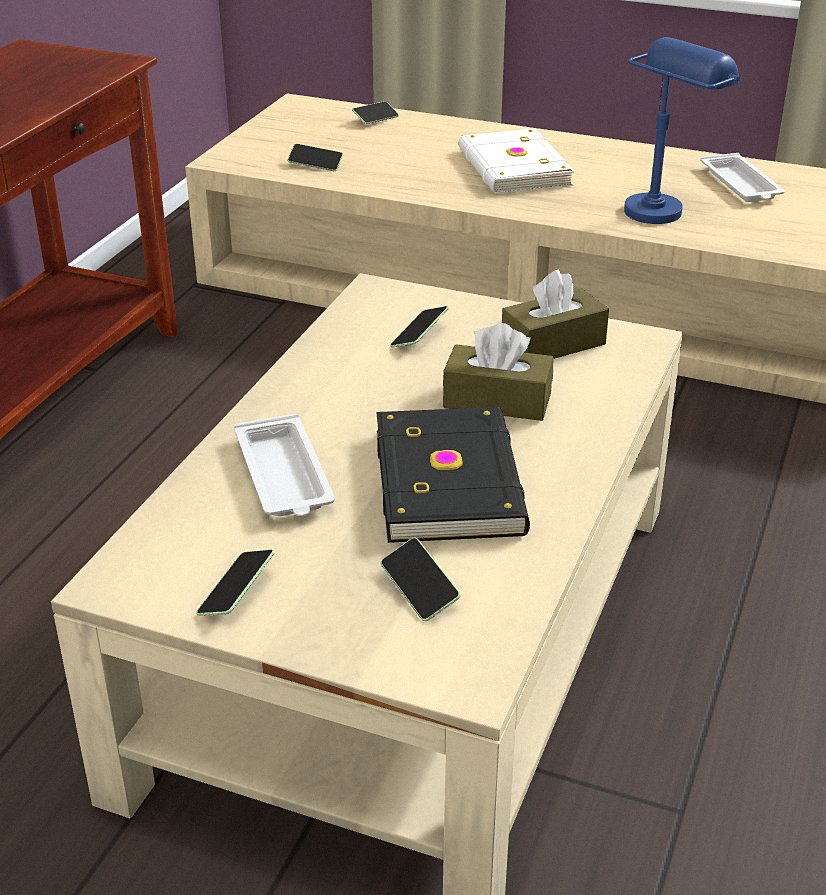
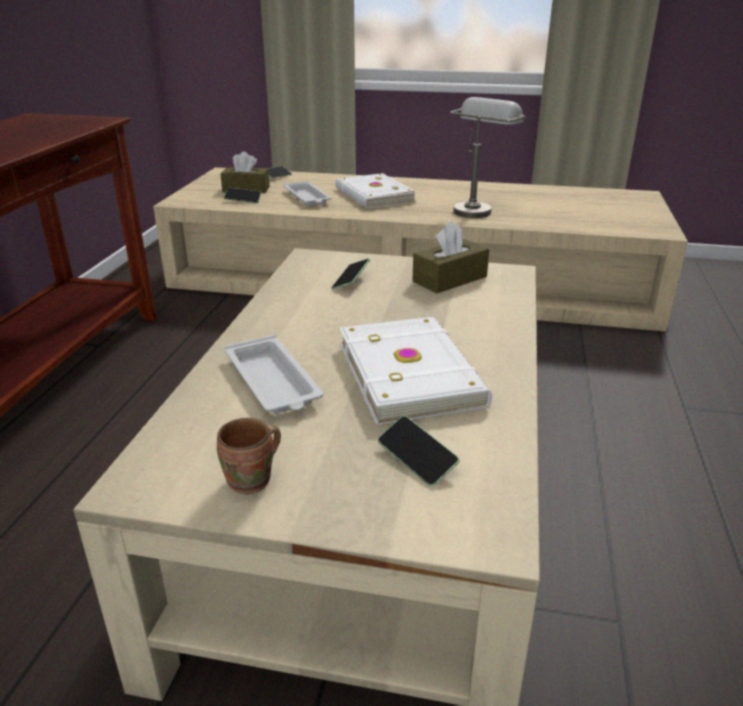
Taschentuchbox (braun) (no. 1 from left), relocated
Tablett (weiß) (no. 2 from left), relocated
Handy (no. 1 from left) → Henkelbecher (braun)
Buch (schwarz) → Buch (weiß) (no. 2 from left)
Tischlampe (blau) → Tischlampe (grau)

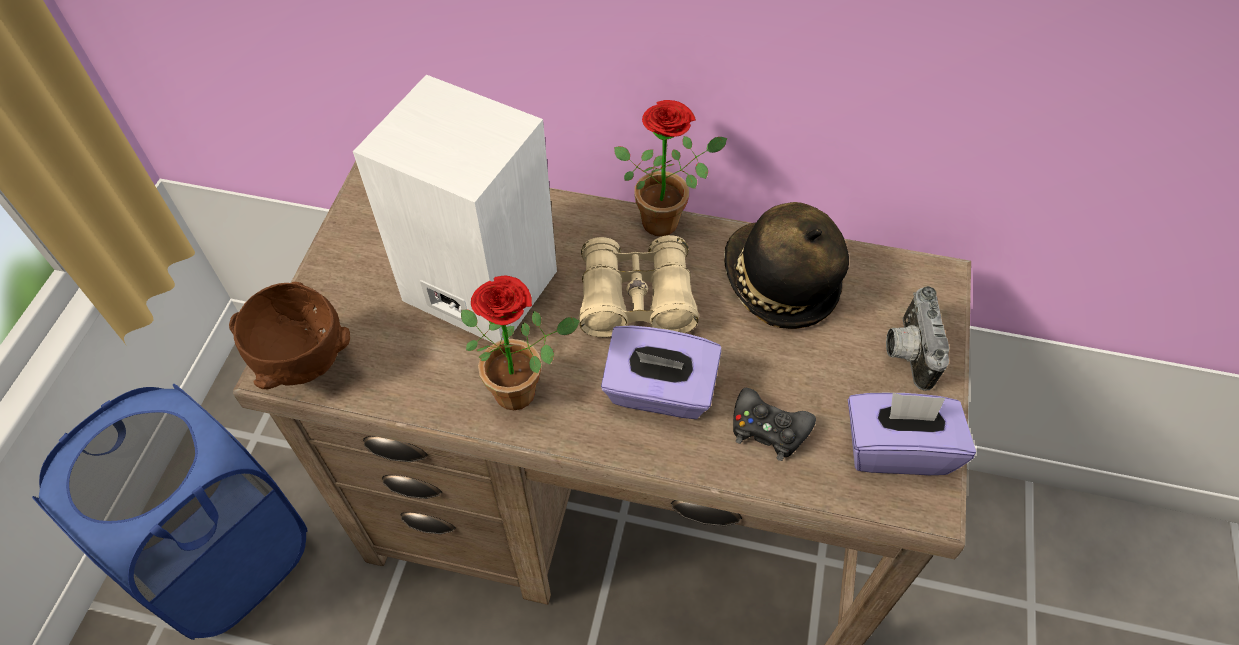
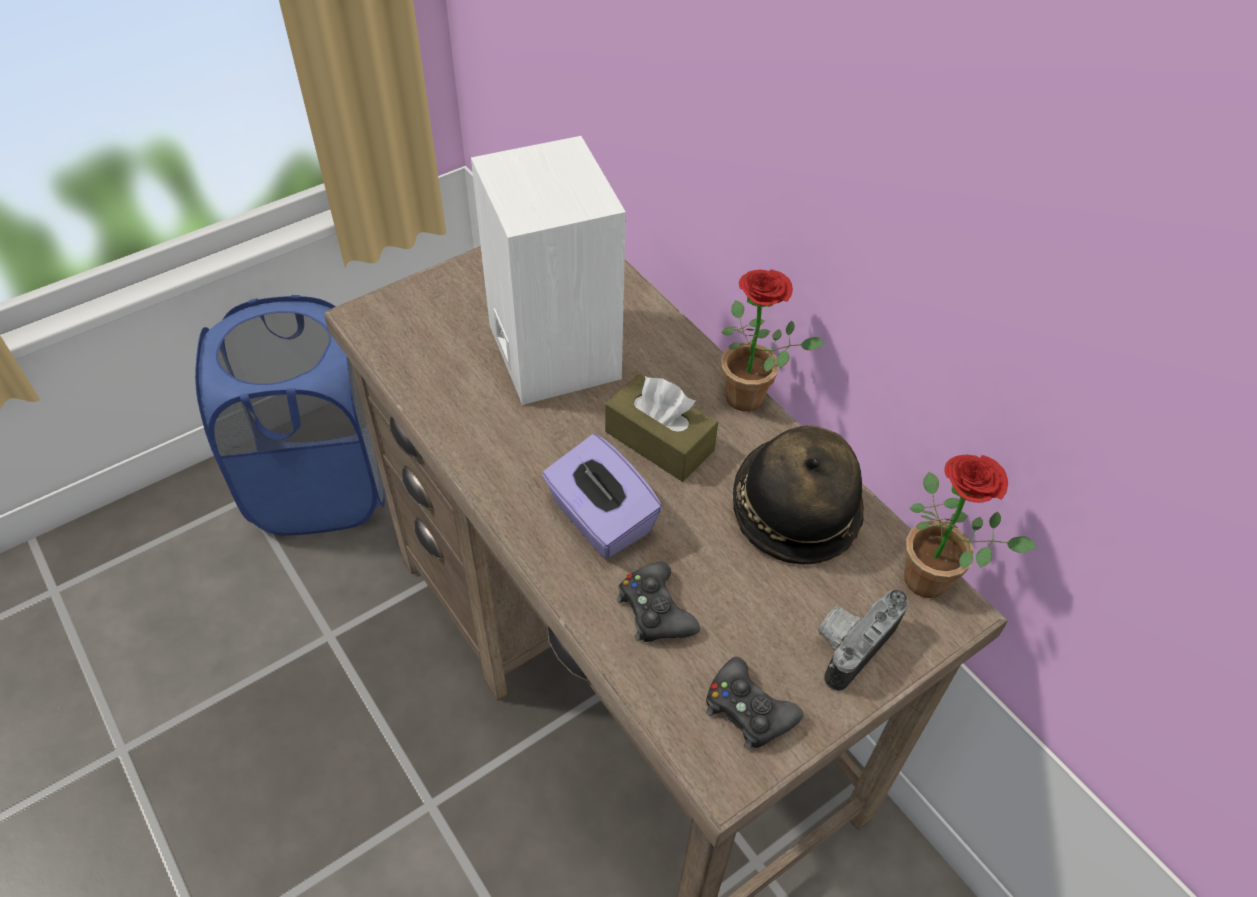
Schüssel (braun) → -
Topfpflanze (no. 1 from left in the first image) → Topfpflanze (no. 2 from left), relocated
Fernglas (beige) → Taschentuchbox (braun)
Taschentuchbox (lila) (no. 2 from left) → Gamepad (schwarz) (no. 2 from left)

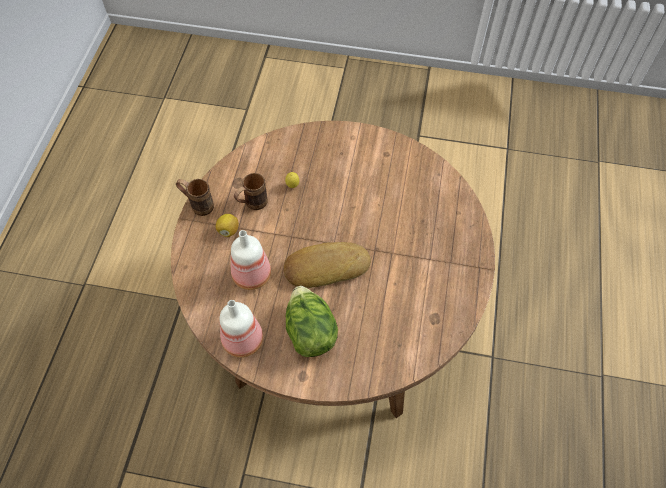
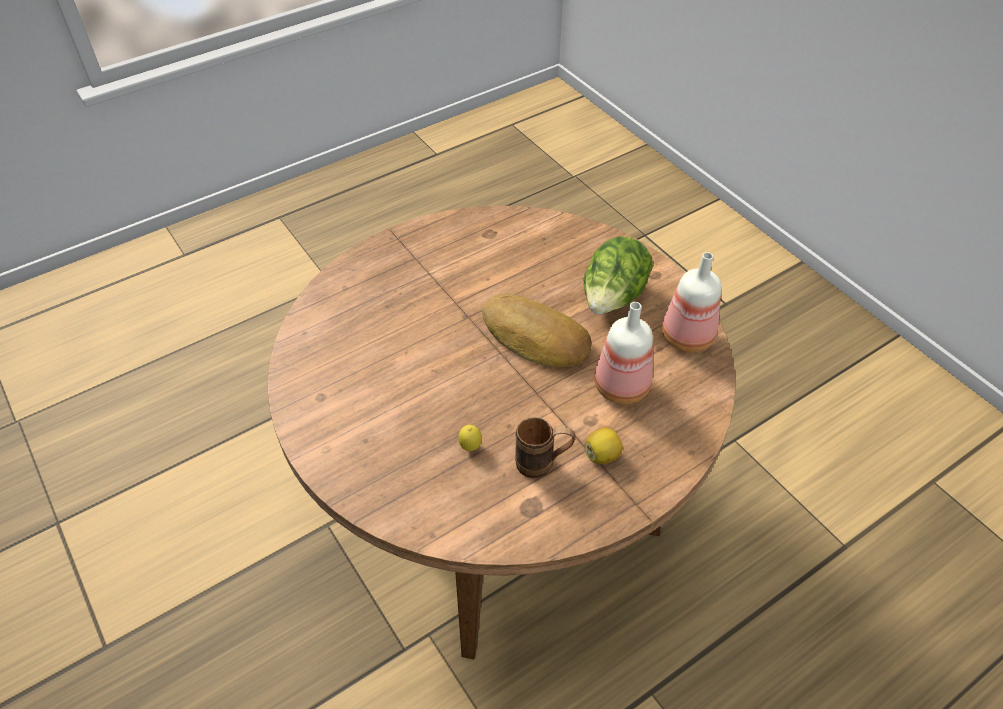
Henkelbecher (braun) (no. 1 from left) → -

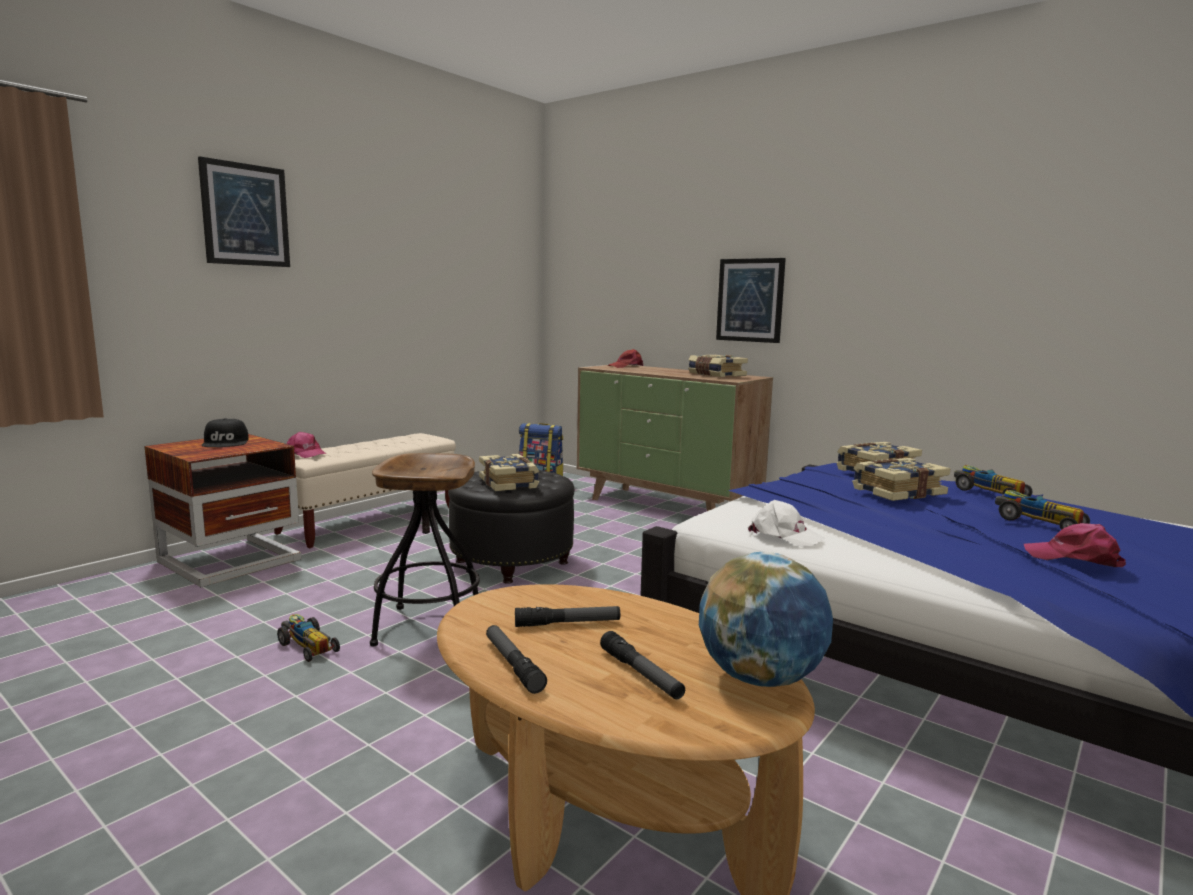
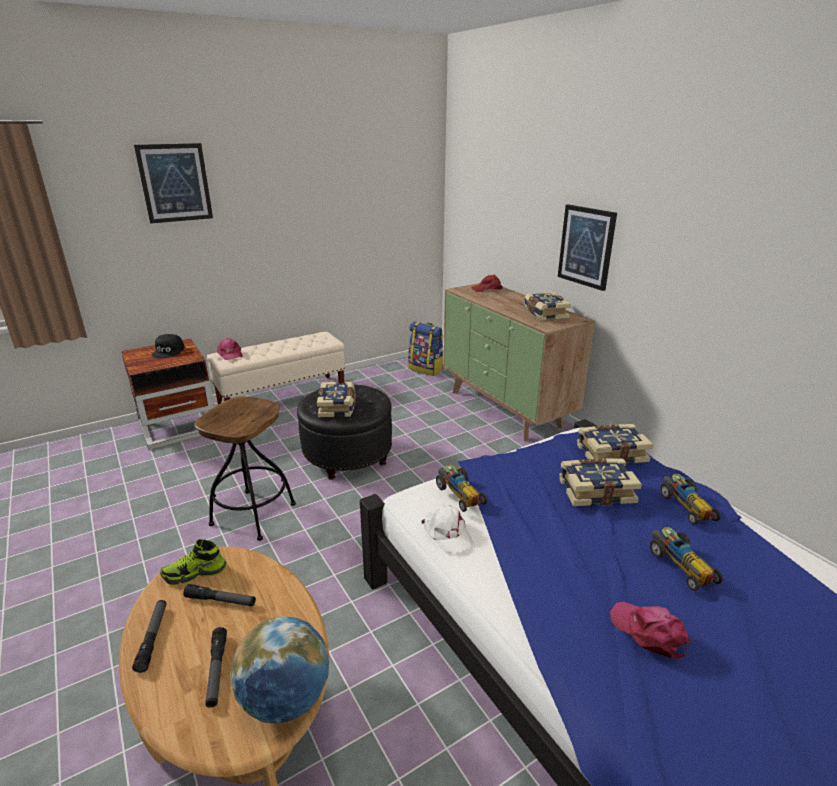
- → Schuh
Spielzeugauto (no. 1 from left), relocated

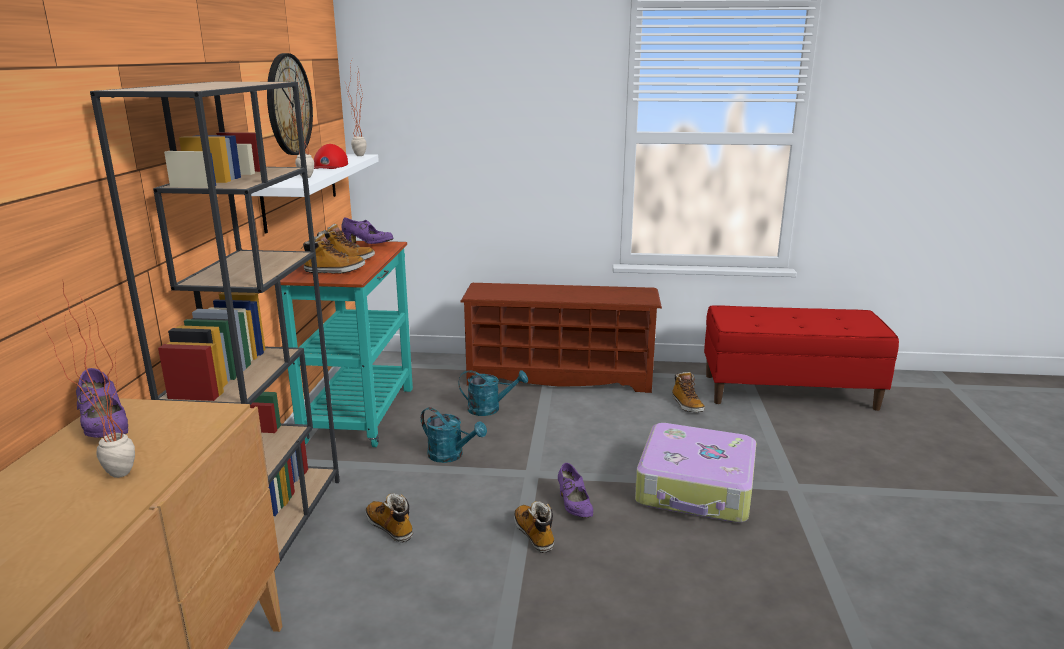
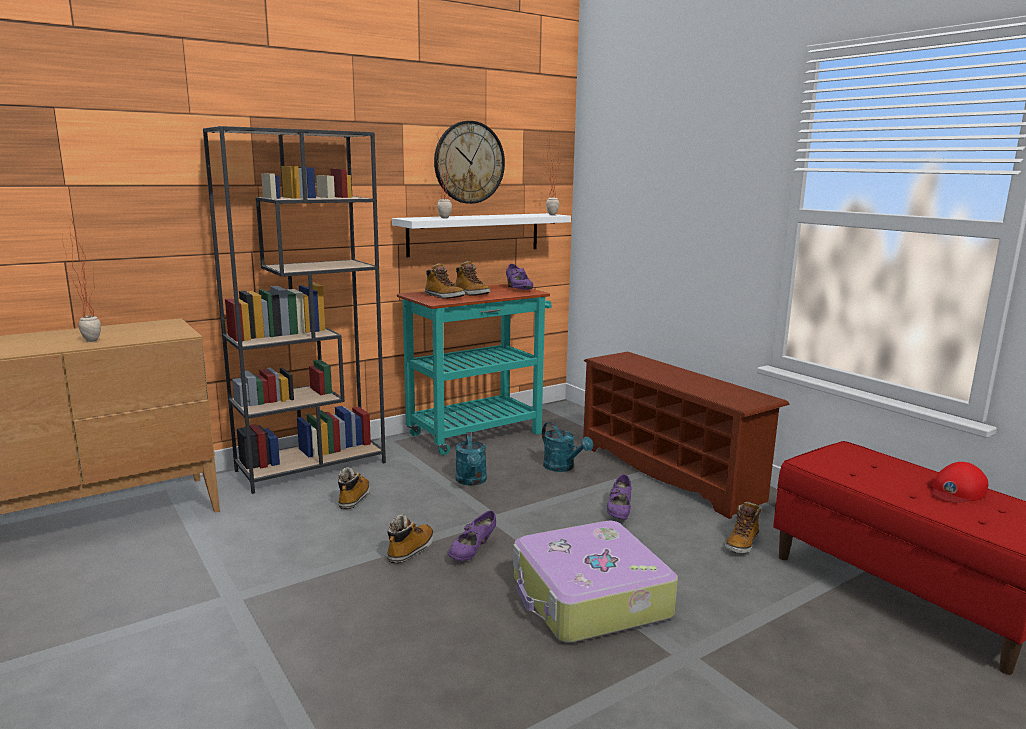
Schuh (lila) (no. 1 from left in the first image) → Schuh (lila) (no. 3 from left), relocated
Kappe (rot), relocated

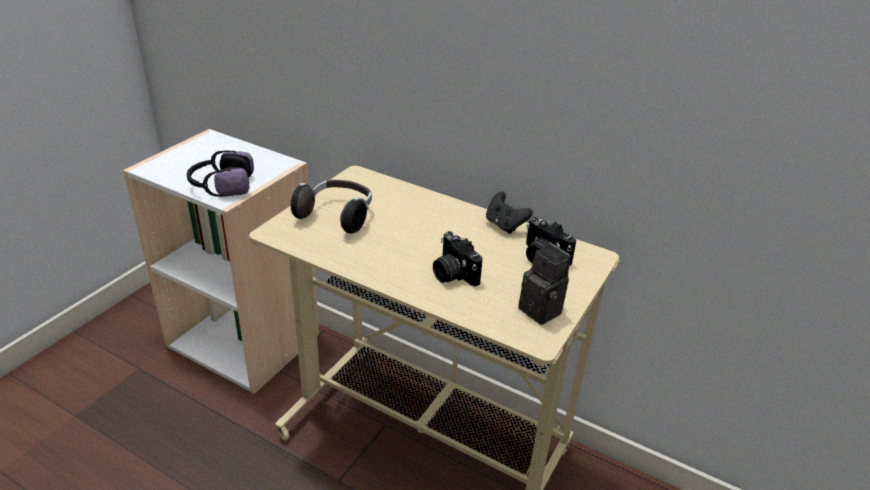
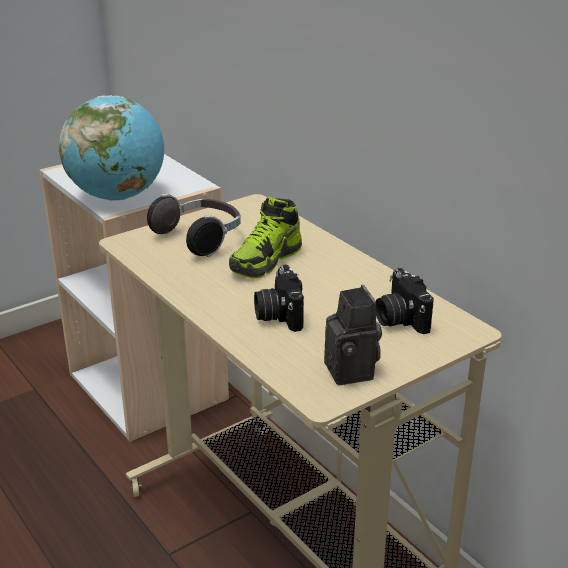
Gamepad (schwarz) → -
- → Schuh
Kopfhörer (no. 1 from left) → Globus

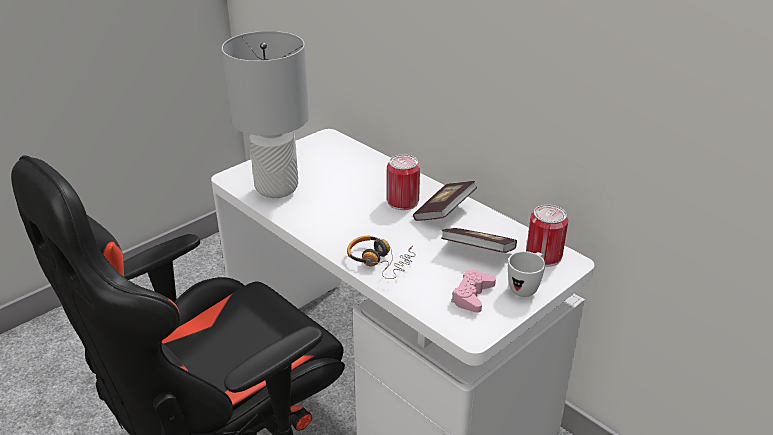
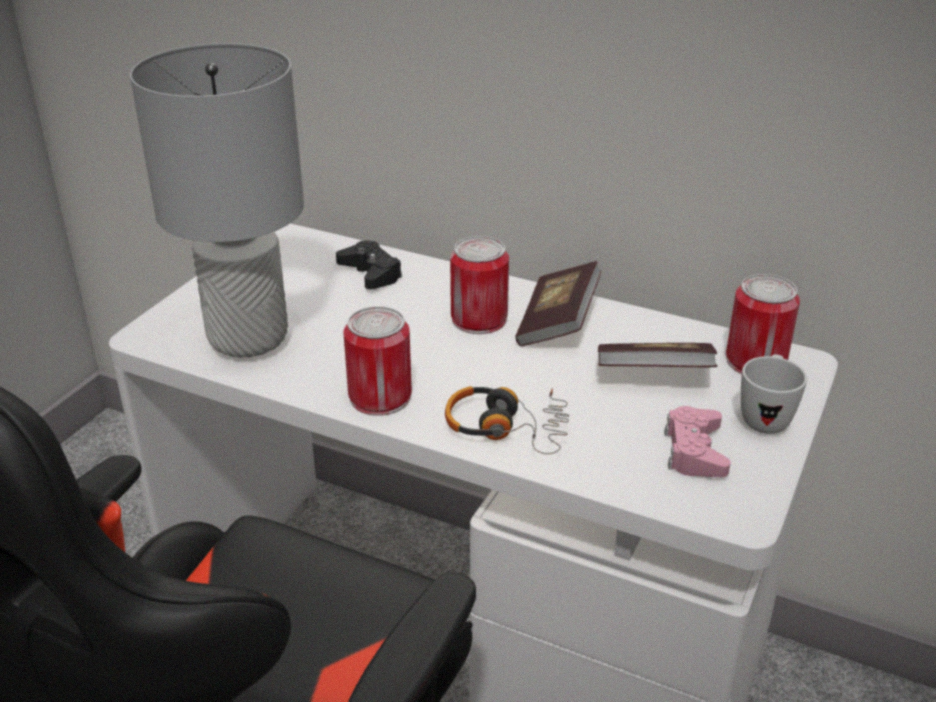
- → Gamepad (schwarz)
- → Dose (no. 1 from left)

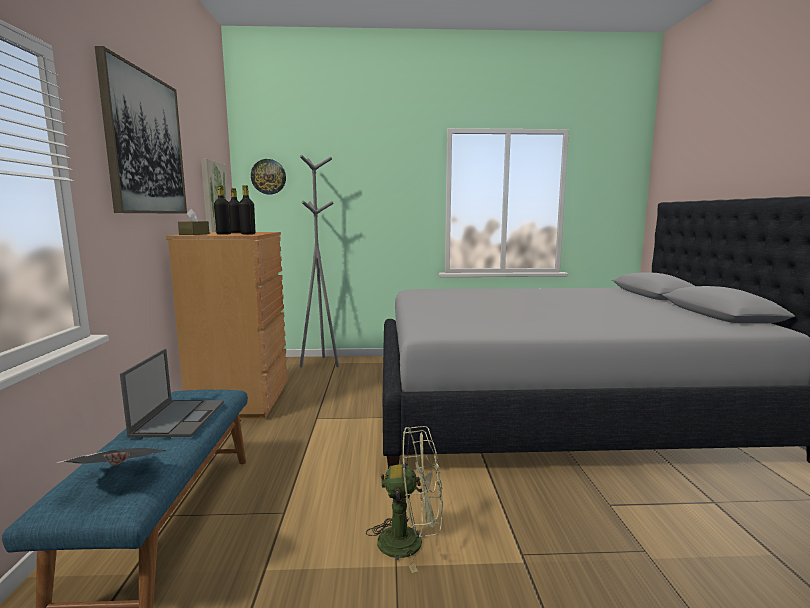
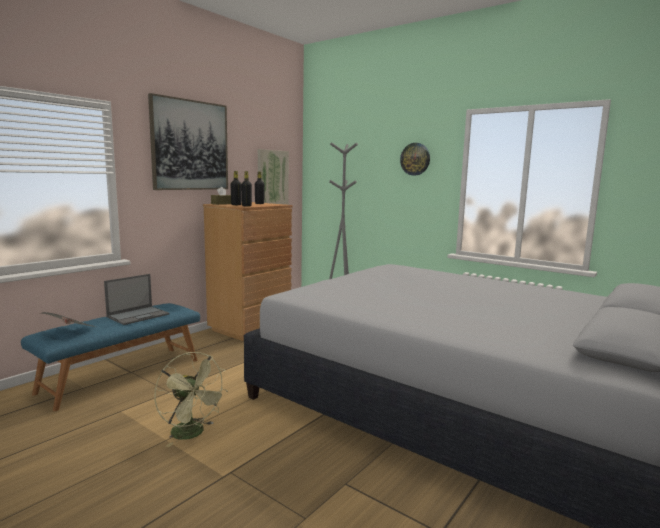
Wanduhr, relocated

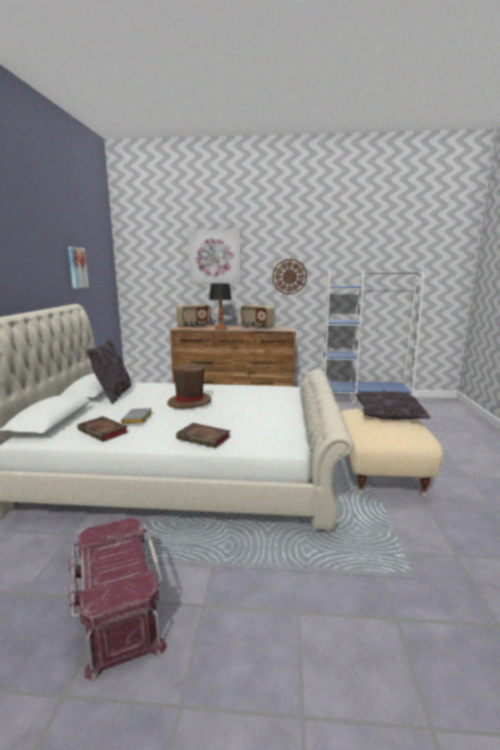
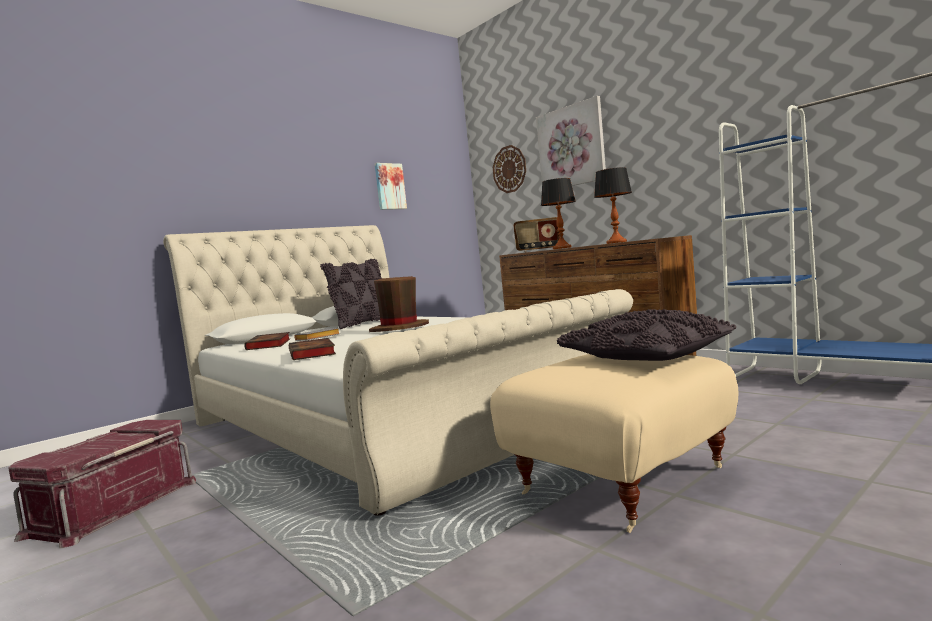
Wanduhr, relocated
Radio (no. 2 from left) → Tischlampe (no. 2 from left)

